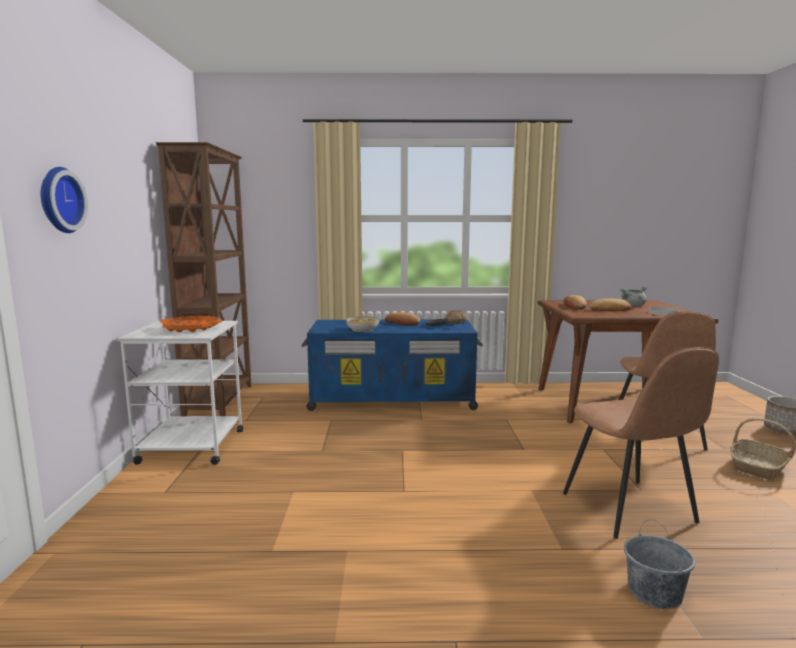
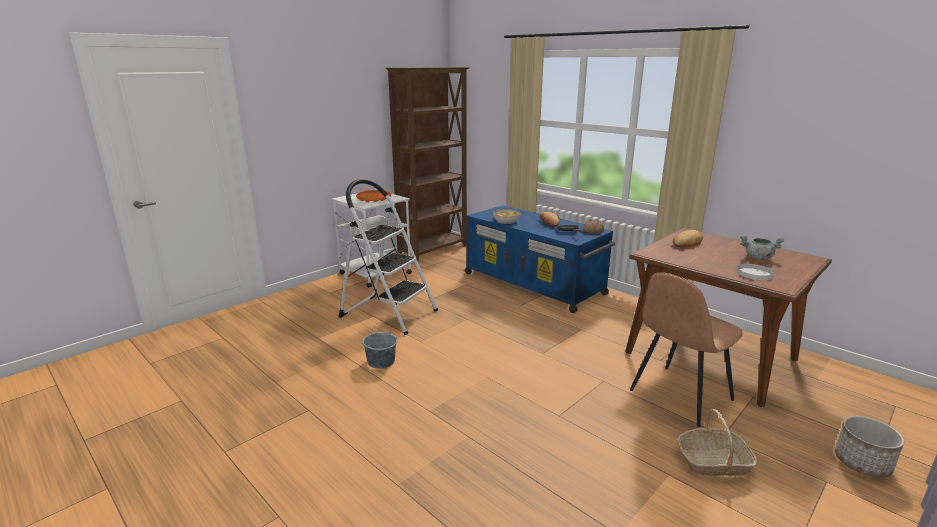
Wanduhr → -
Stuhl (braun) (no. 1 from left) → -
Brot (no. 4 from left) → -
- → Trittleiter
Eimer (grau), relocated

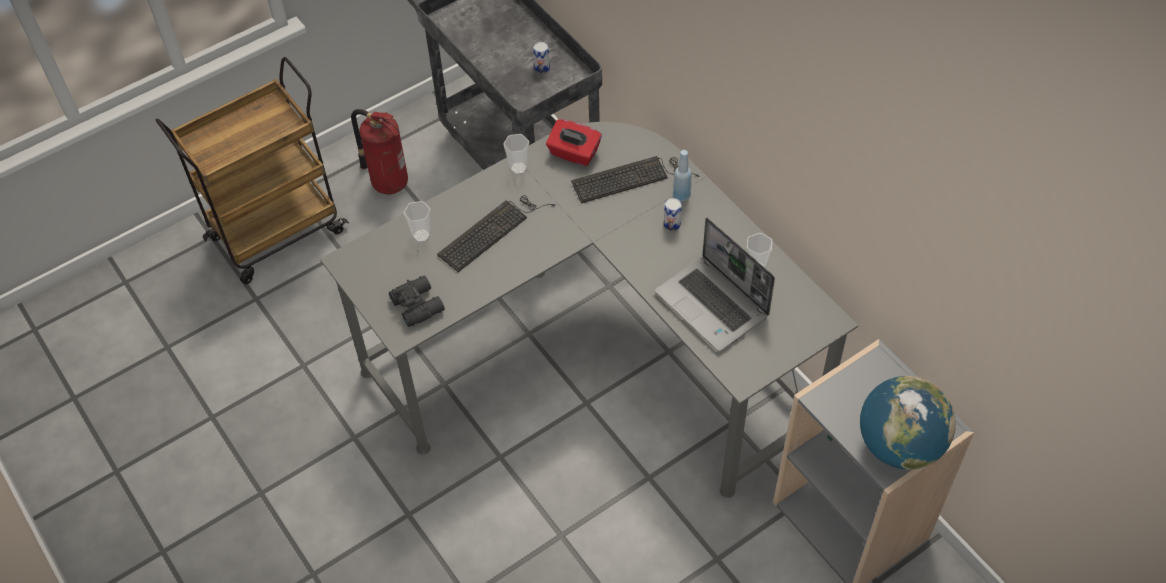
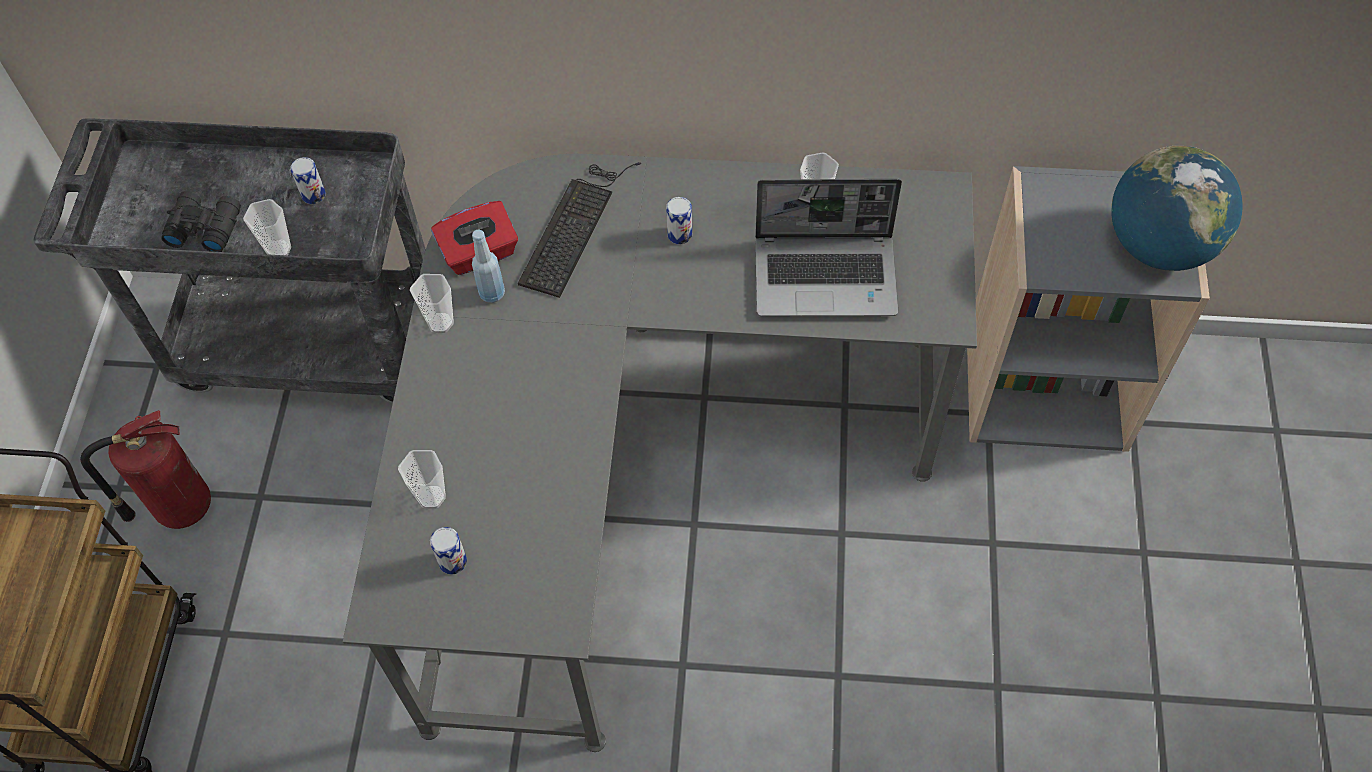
Tastatur (no. 1 from left) → -
- → Tasse (no. 1 from left)
- → Dose (no. 2 from left)
Fernglas (schwarz), relocated
Flasche (blau), relocated

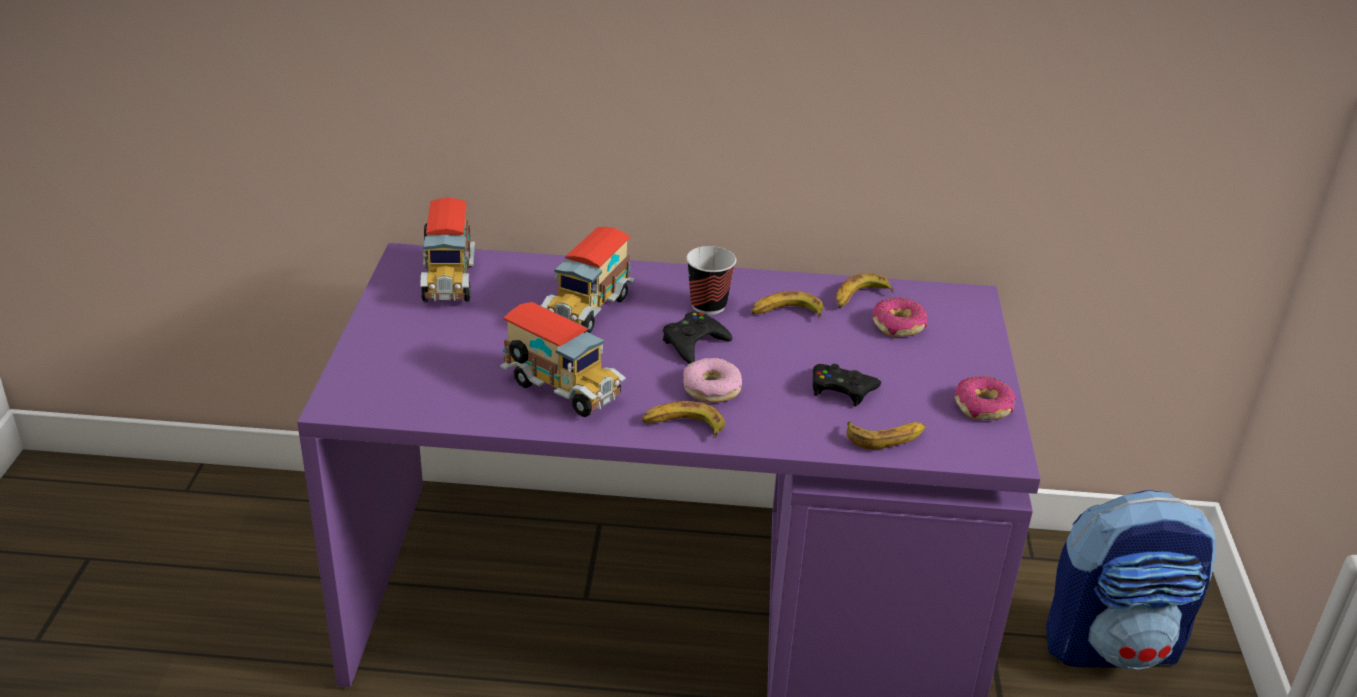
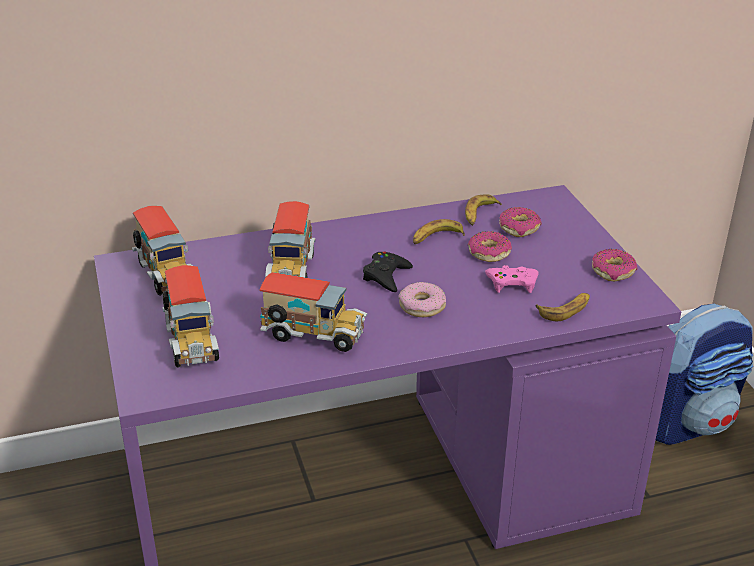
Banane (no. 1 from left) → -
Tasse → -
- → Spielzeuglaster (no. 2 from left)
- → Donut (no. 2 from left)
Gamepad (schwarz) (no. 2 from left) → Gamepad (rosa)

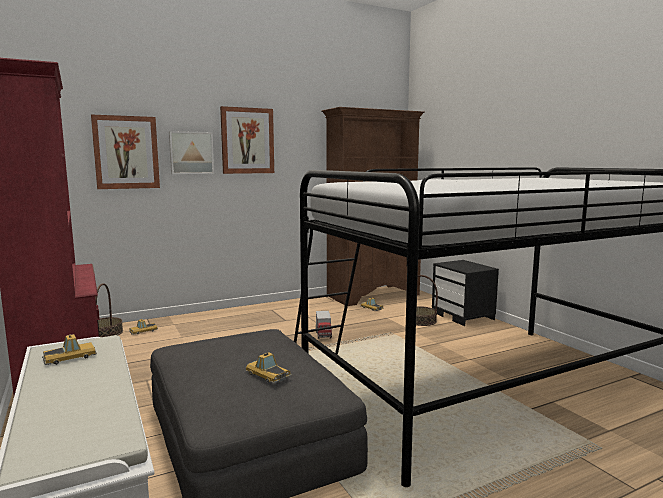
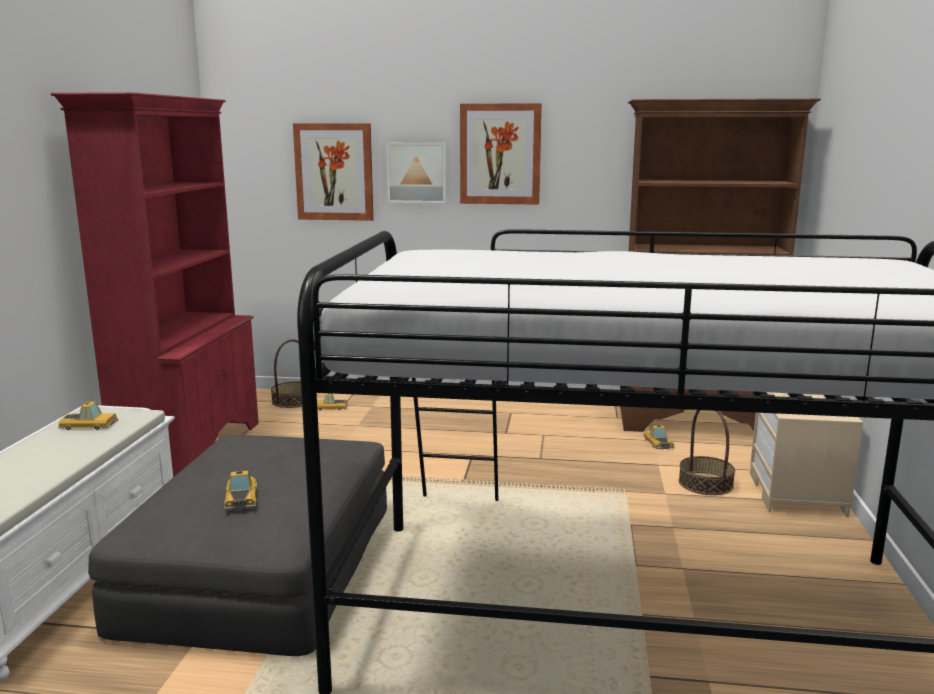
Spielzeuglaster → -
Nachttisch (schwarz) → Nachttisch (beige)

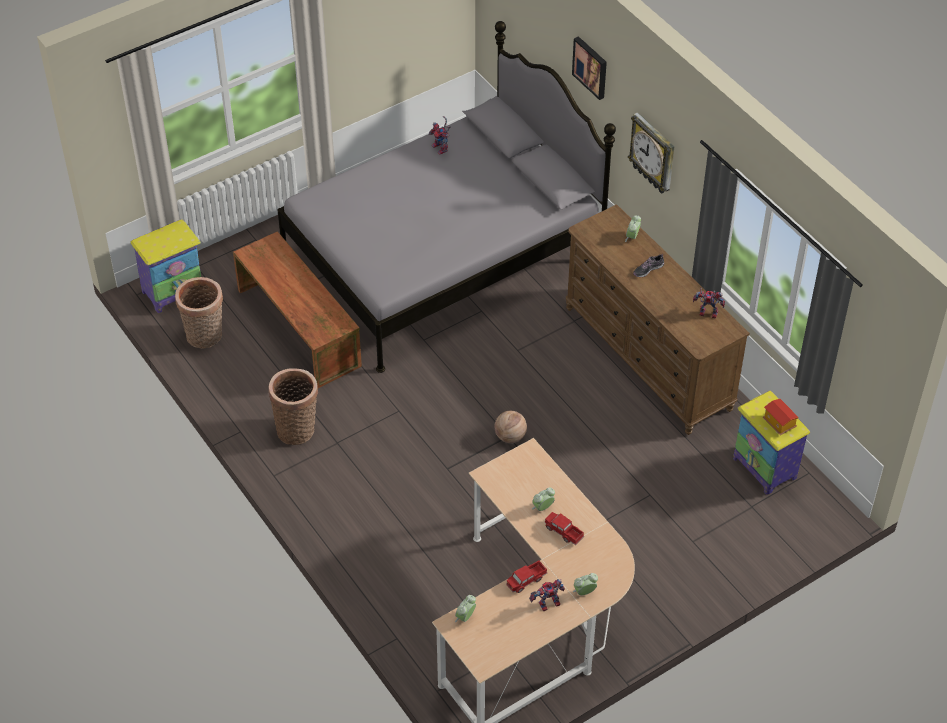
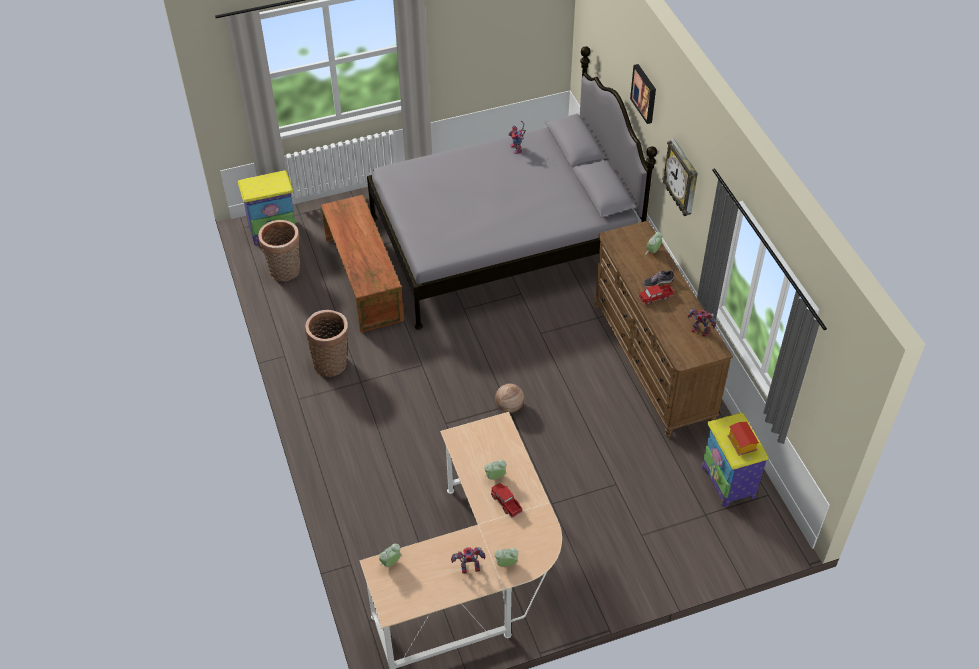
Spielzeuglaster (no. 1 from left in the first image) → Spielzeuglaster (no. 2 from left), relocated

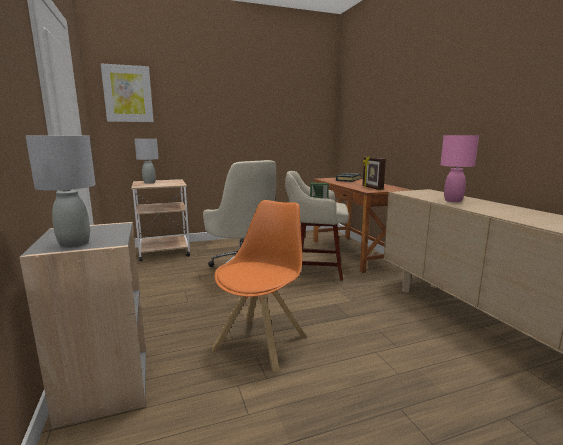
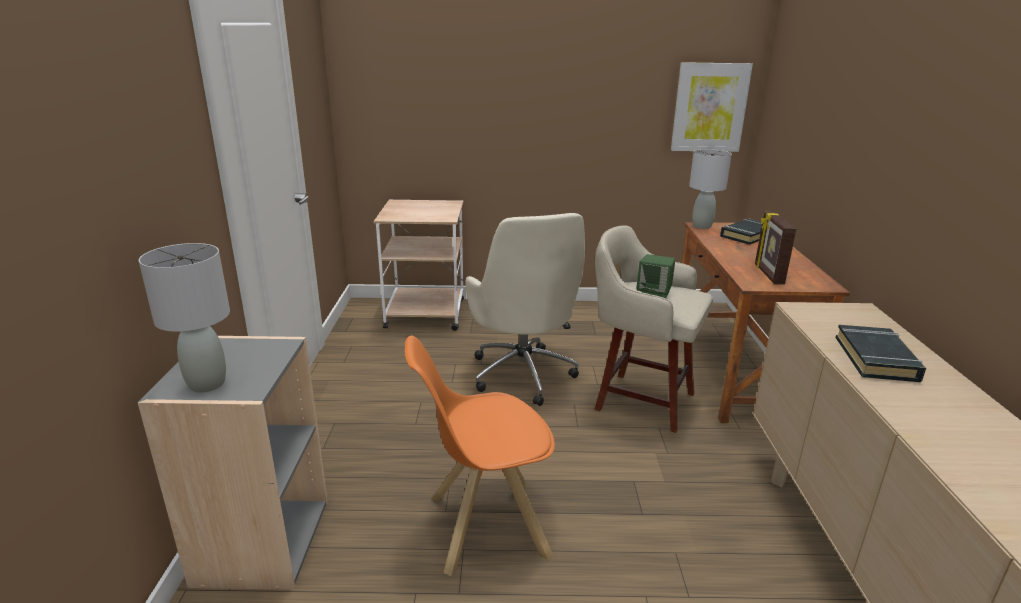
Bild, relocated
Tischlampe (grau) (no. 2 from left), relocated
Tischlampe (rosa) → Buch (schwarz) (no. 2 from left)
Stuhl (orange), 150 degrees counterclockwise

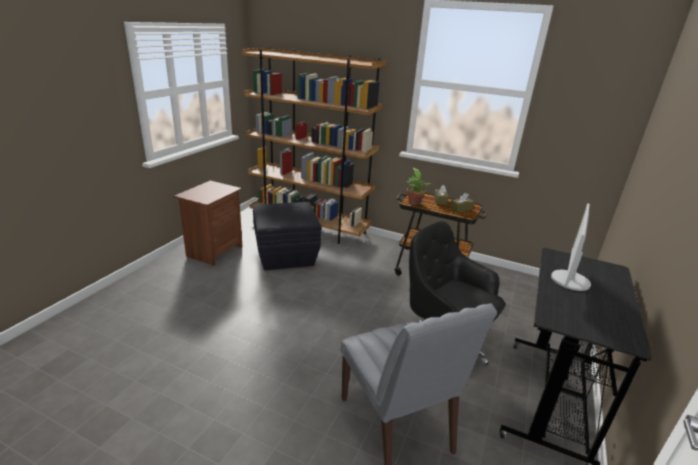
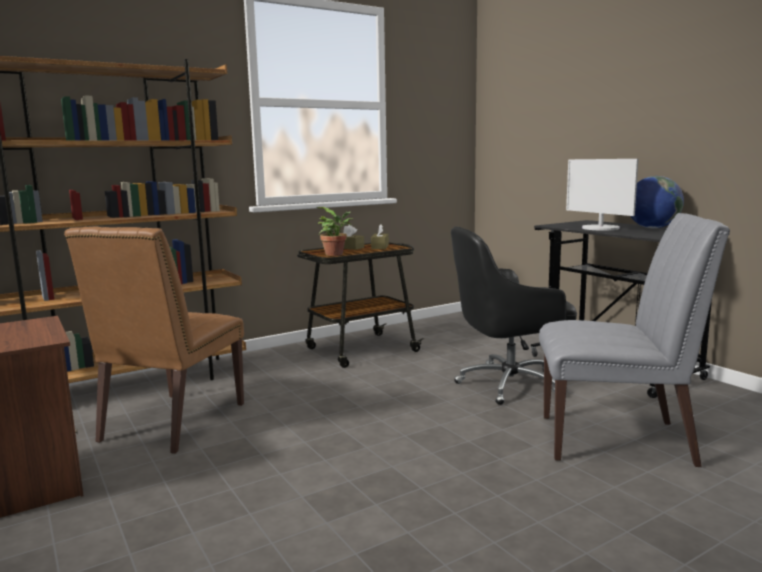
- → Globus
Aufbewahrungsbox (schwarz) → Stuhl (braun)

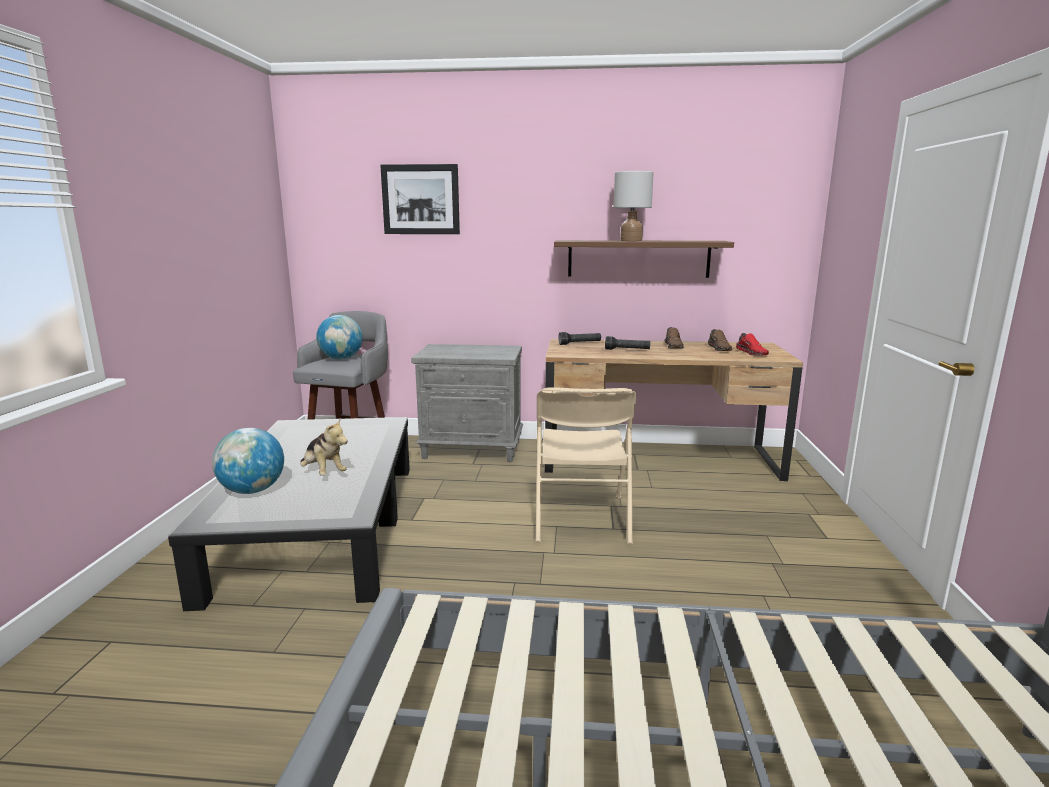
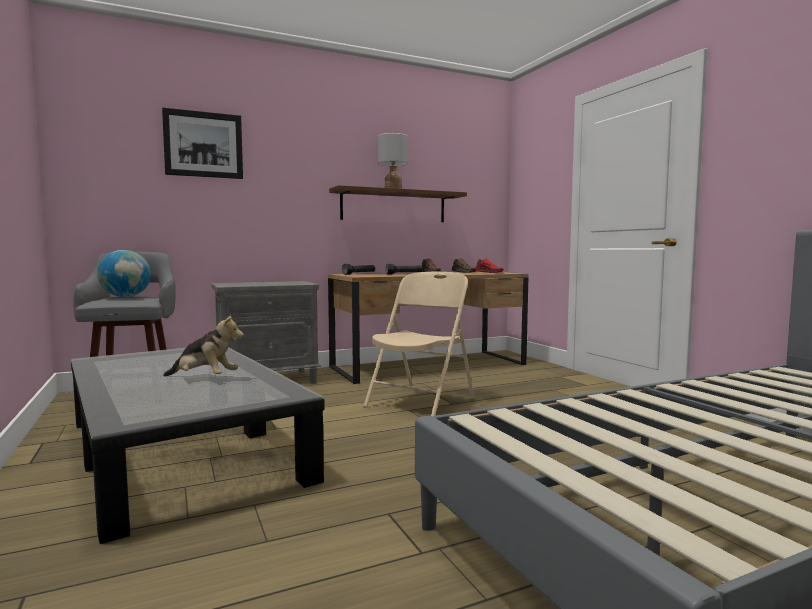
Globus (no. 1 from left) → -
Stuhl (beige), 120 degrees counterclockwise

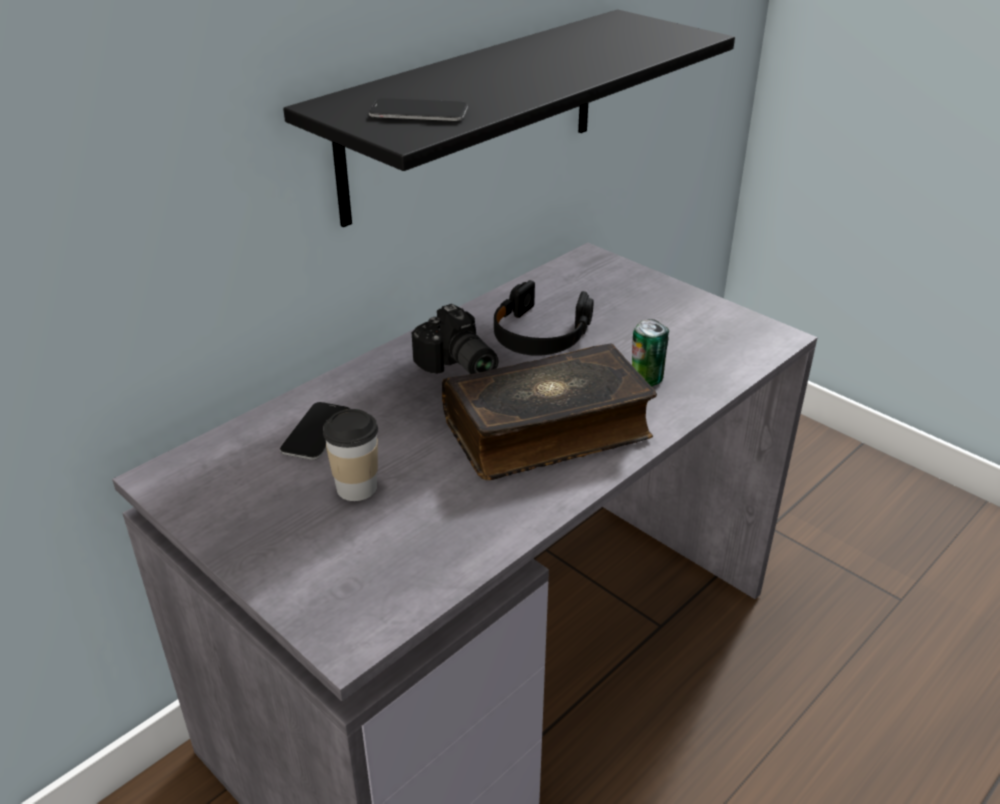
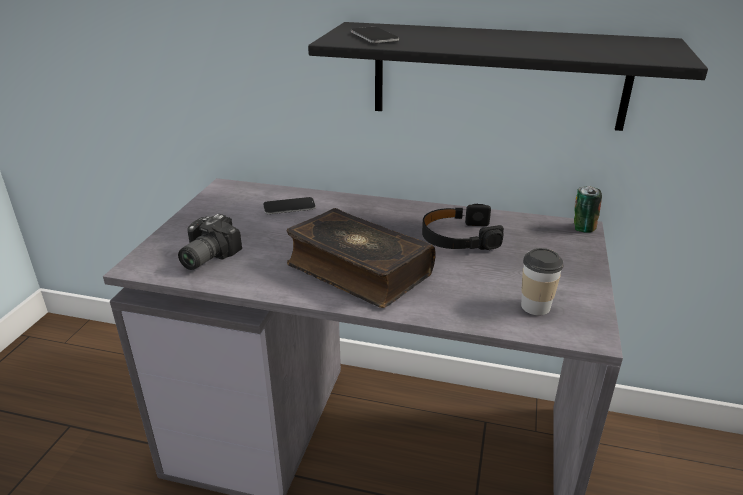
Tasse, relocated
Kamera, relocated
Dose, relocated

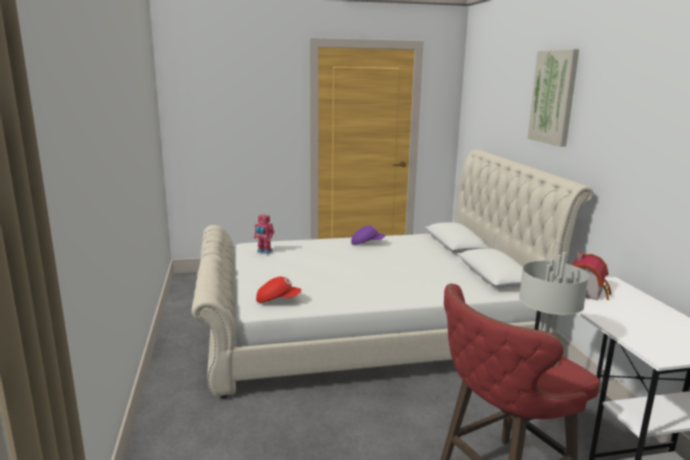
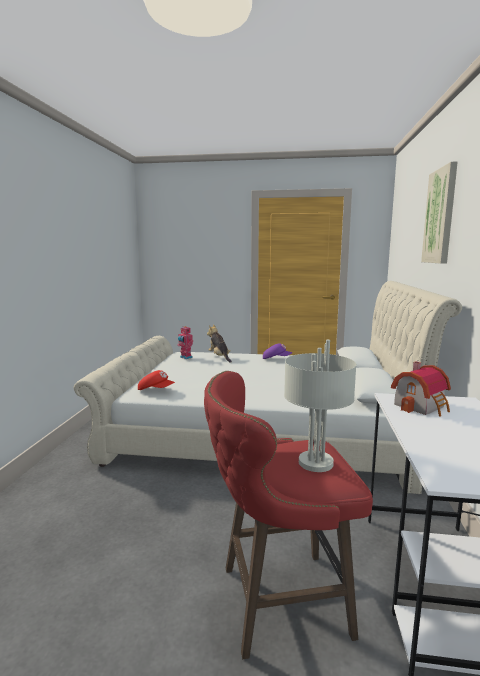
- → Plüschtier

